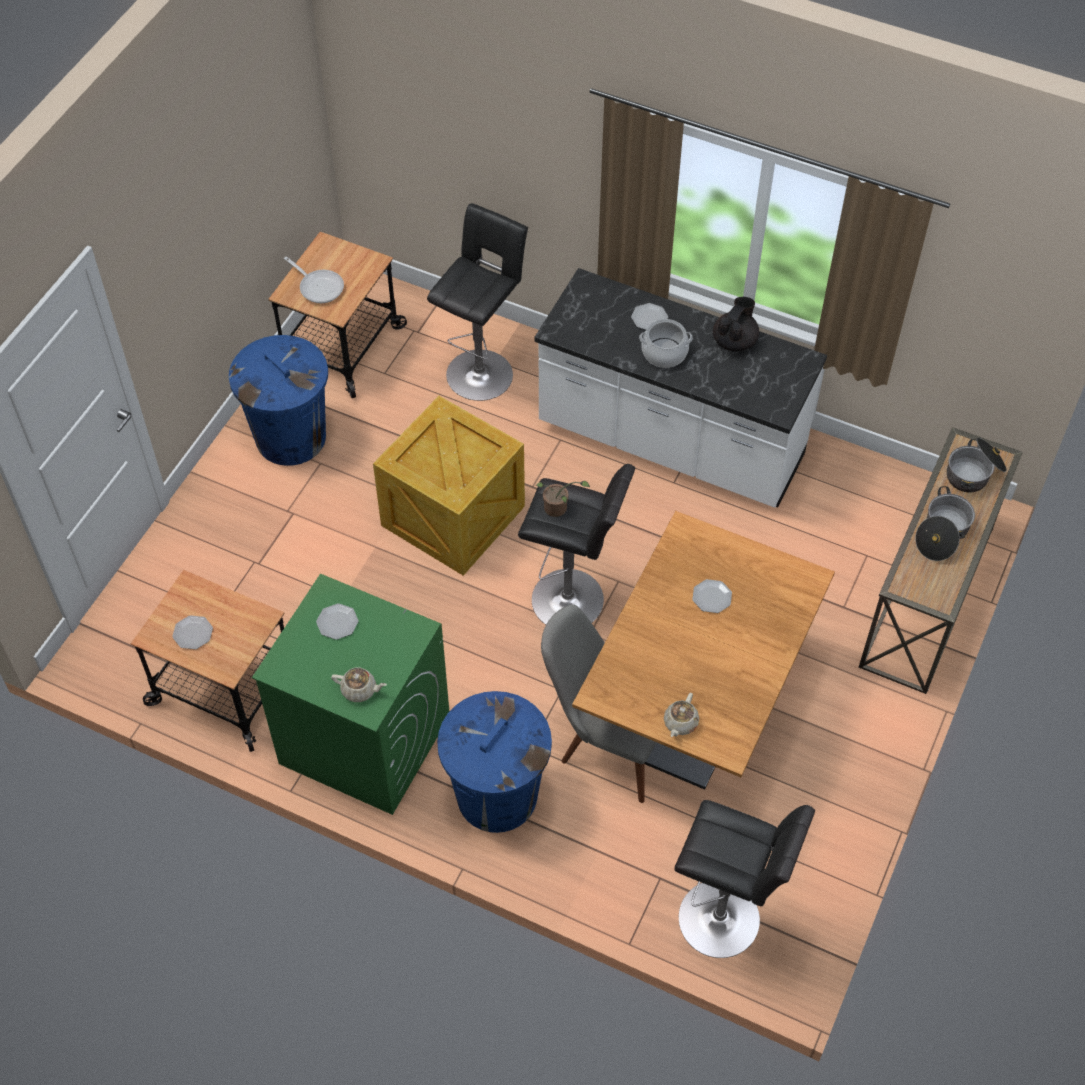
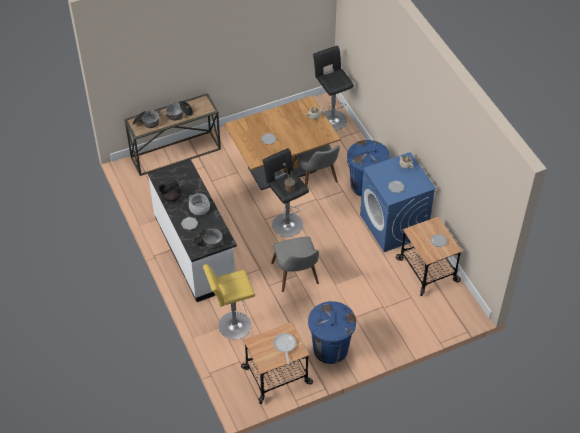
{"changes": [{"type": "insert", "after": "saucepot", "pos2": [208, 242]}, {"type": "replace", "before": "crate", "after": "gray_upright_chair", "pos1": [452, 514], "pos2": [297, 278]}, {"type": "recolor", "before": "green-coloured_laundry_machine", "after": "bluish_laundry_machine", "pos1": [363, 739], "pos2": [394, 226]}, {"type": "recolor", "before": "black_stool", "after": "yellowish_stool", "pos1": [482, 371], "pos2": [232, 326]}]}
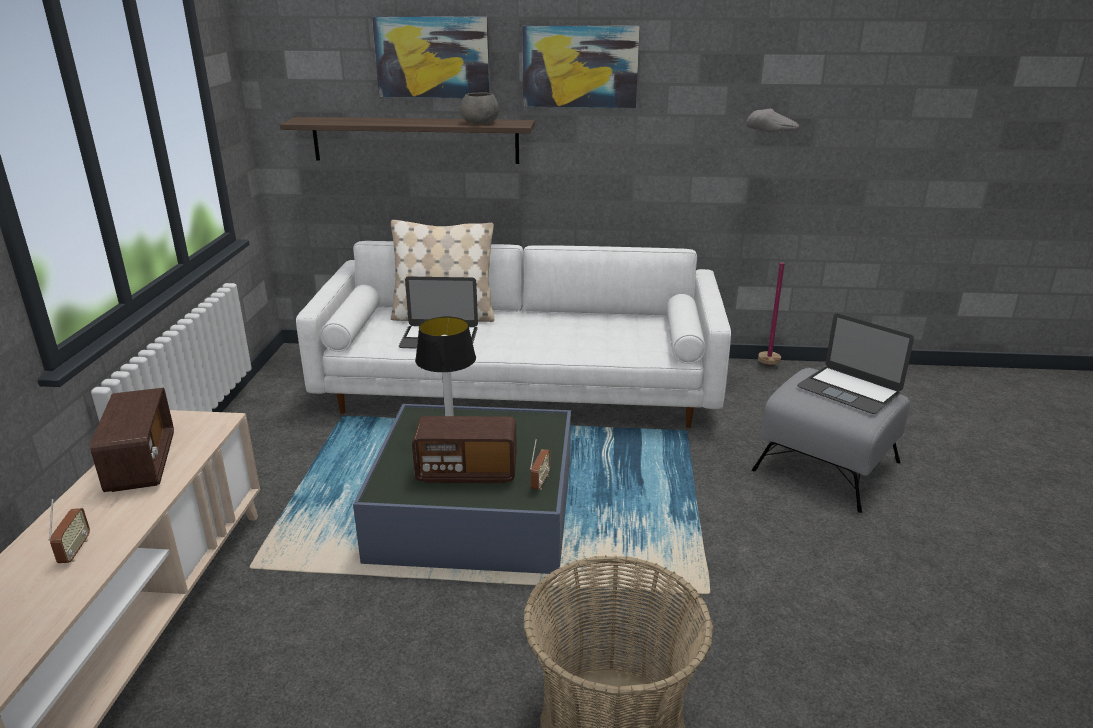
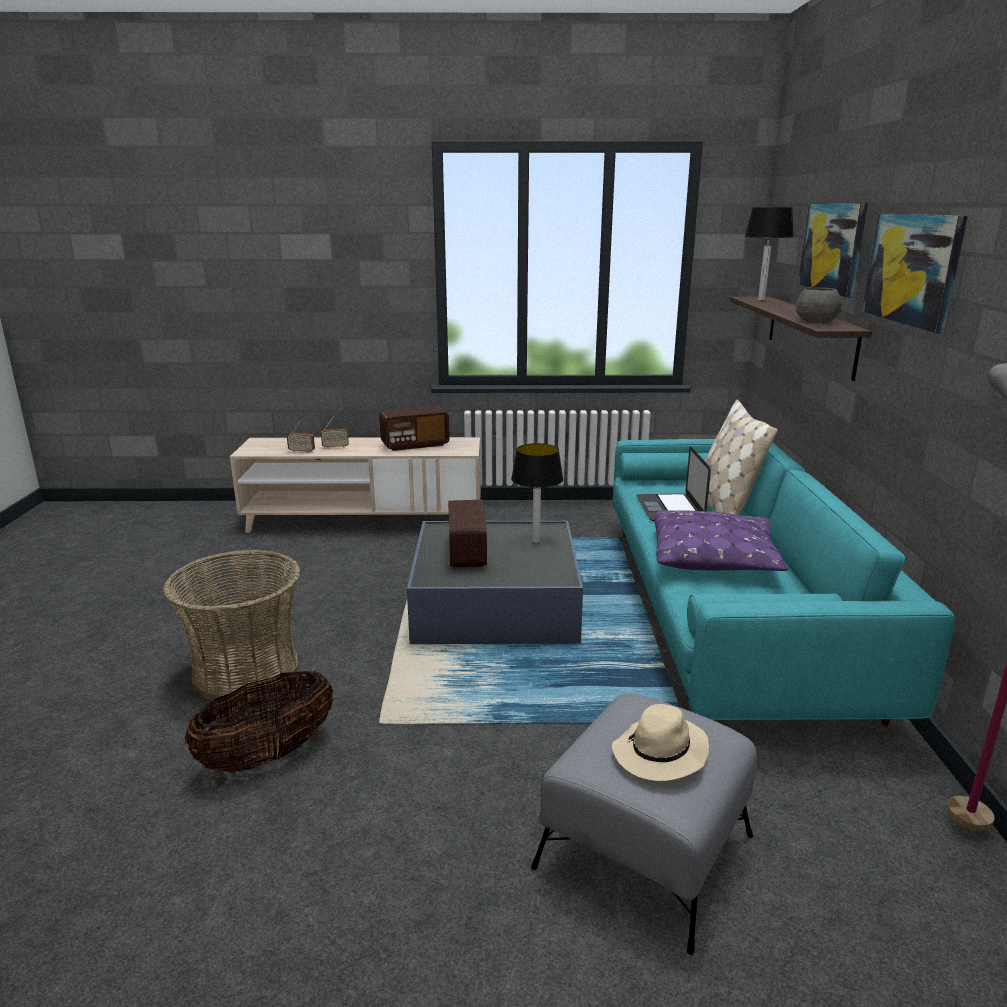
{"changes": [{"type": "insert", "after": "storage_basket", "pos2": [268, 755]}, {"type": "insert", "after": "purple_throw_pillow", "pos2": [714, 557]}, {"type": "insert", "after": "tabletop_lamp", "pos2": [761, 300]}, {"type": "move", "before": "radio_set", "pos1": [540, 482], "pos2": [301, 451]}, {"type": "replace", "before": "laptop", "after": "beige-coloured_hat", "pos1": [849, 390], "pos2": [660, 754]}, {"type": "recolor", "before": "whitish_settee", "after": "turquoise_settee", "pos1": [520, 387], "pos2": [726, 610]}]}
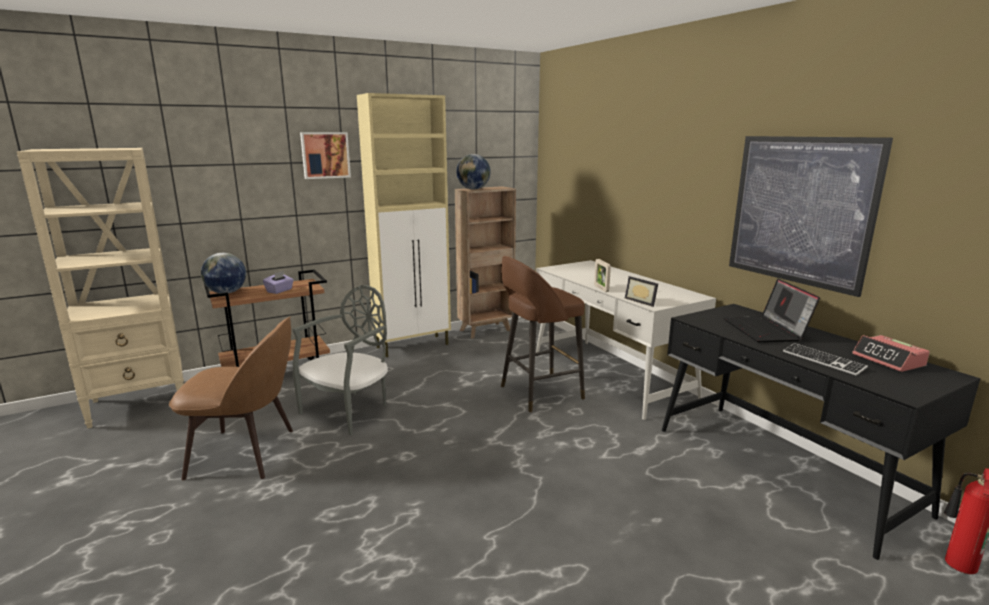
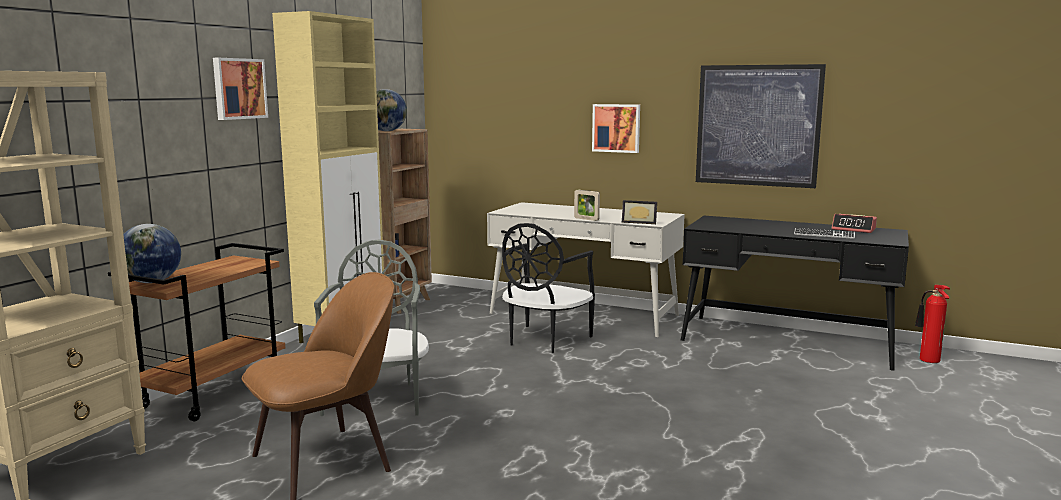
{"changes": [{"type": "delete", "before": "purple_tissue_box", "pos1": [280, 291]}, {"type": "delete", "before": "laptop", "pos1": [766, 330]}, {"type": "insert", "after": "wall_picture", "pos2": [616, 128]}, {"type": "replace", "before": "brown-coloured_stool", "after": "black_upright_chair", "pos1": [539, 393], "pos2": [544, 340]}]}
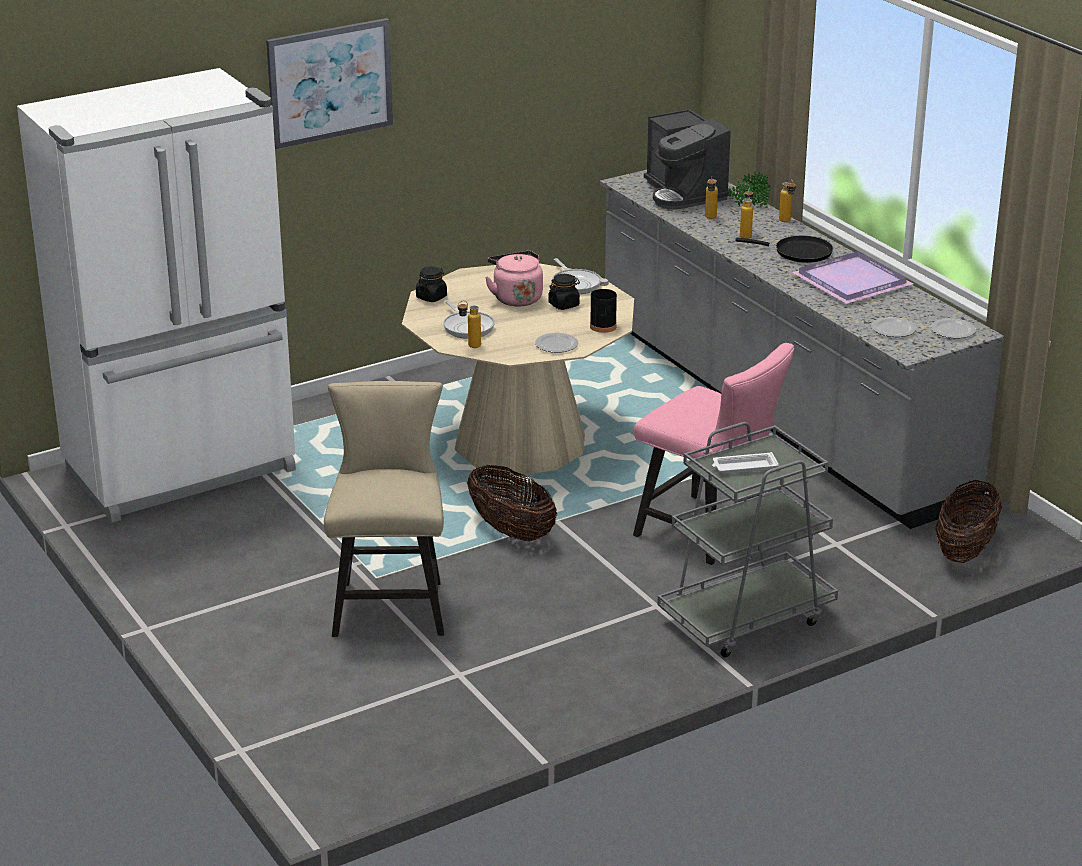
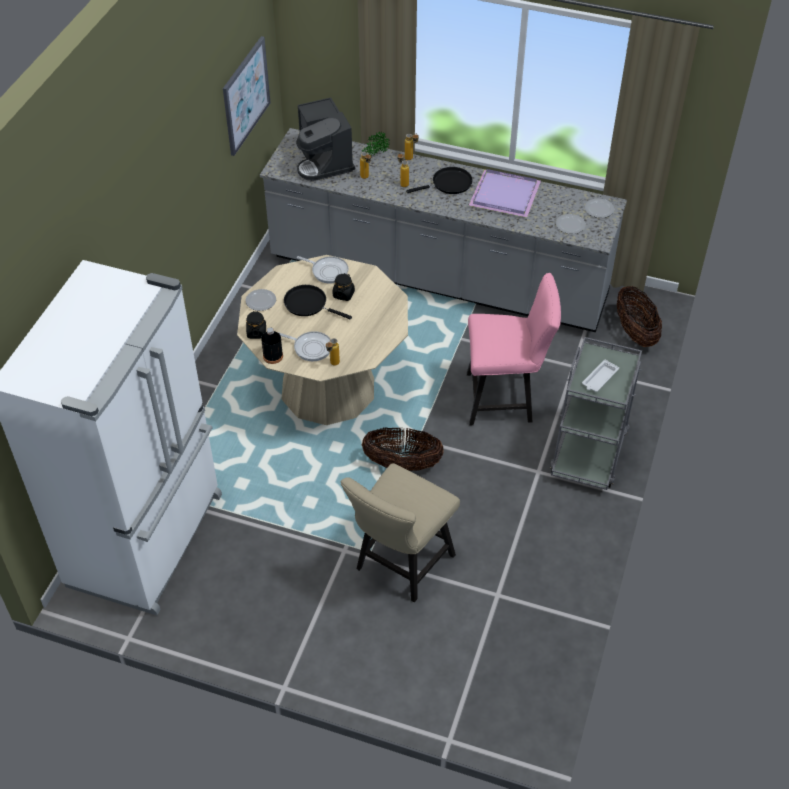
{"changes": [{"type": "move", "before": "wall_picture", "pos1": [330, 82], "pos2": [246, 95]}, {"type": "move", "before": "dinner_plate", "pos1": [556, 344], "pos2": [260, 301]}, {"type": "move", "before": "black_bottle", "pos1": [603, 326], "pos2": [273, 356]}, {"type": "replace", "before": "pink_tea_kettle", "after": "black_skillet", "pos1": [516, 298], "pos2": [308, 304]}, {"type": "rotate", "before": "beige-coloured_upright_chair", "pos1": [390, 603], "pos2": [400, 566], "turn": -105}, {"type": "rotate", "before": "coffee_maker", "pos1": [684, 193], "pos2": [324, 161], "turn": 45}]}
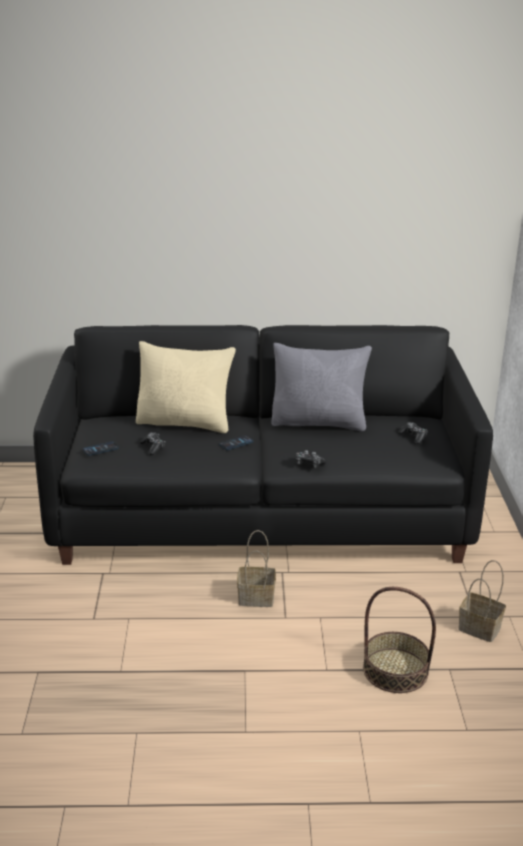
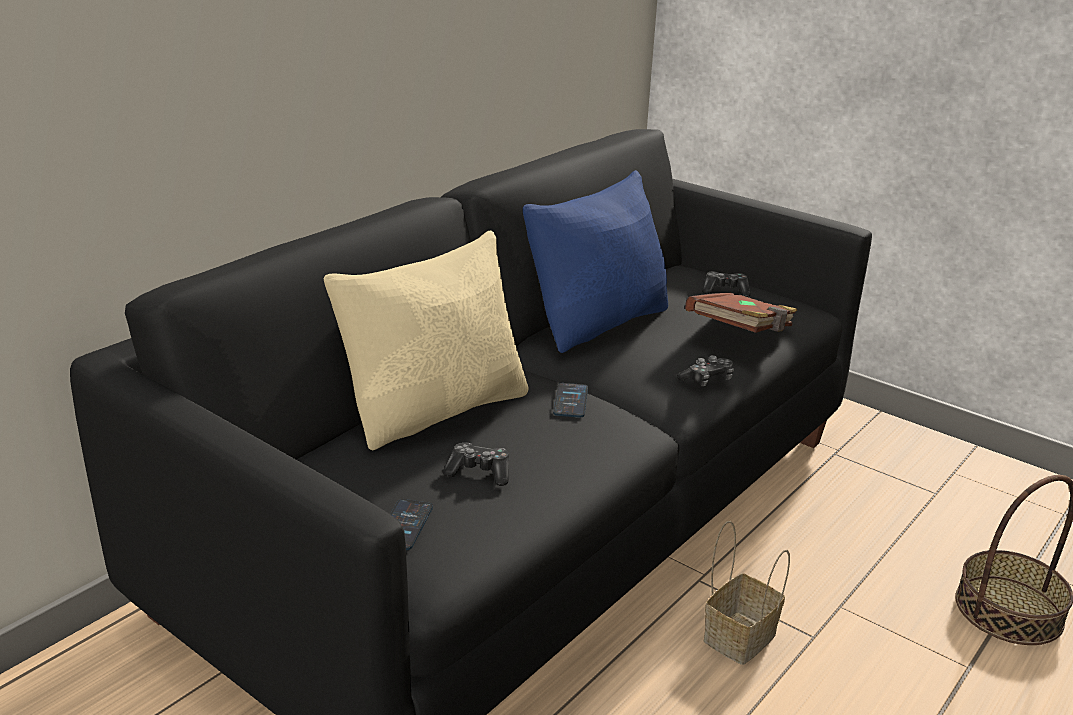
{"changes": [{"type": "delete", "before": "storage_basket", "pos1": [481, 628]}, {"type": "insert", "after": "brown-coloured_volume", "pos2": [741, 334]}, {"type": "recolor", "before": "gray_throw_pillow", "after": "bluish_throw_pillow", "pos1": [319, 422], "pos2": [599, 323]}]}
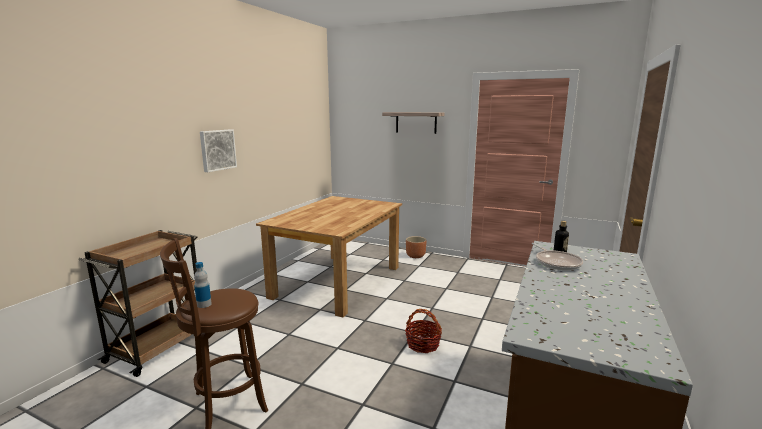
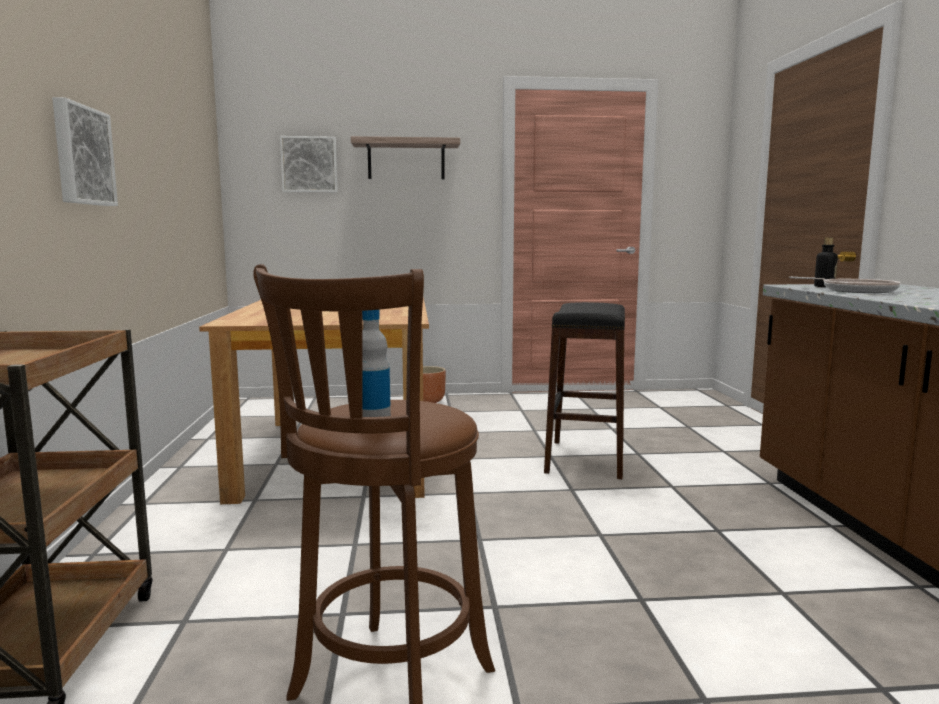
{"changes": [{"type": "delete", "before": "storage_basket", "pos1": [423, 344]}, {"type": "insert", "after": "wall_picture", "pos2": [309, 164]}, {"type": "insert", "after": "black_stool", "pos2": [585, 459]}]}
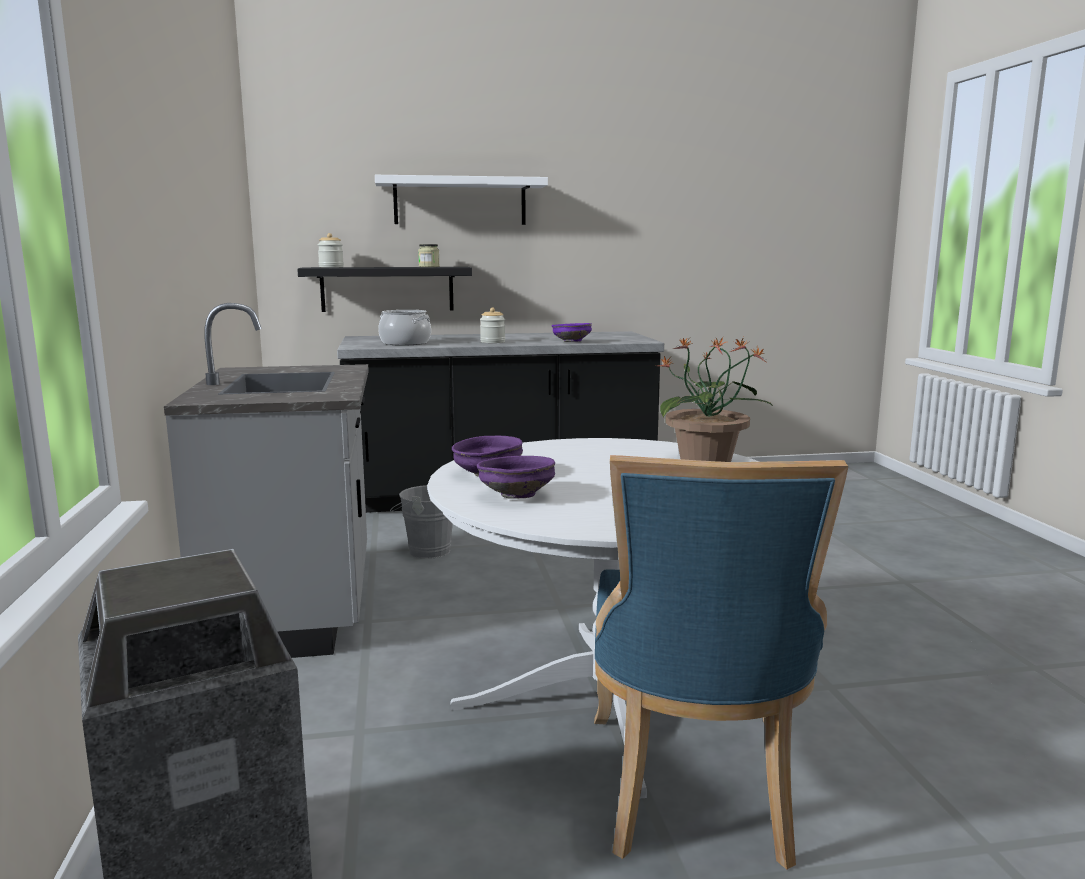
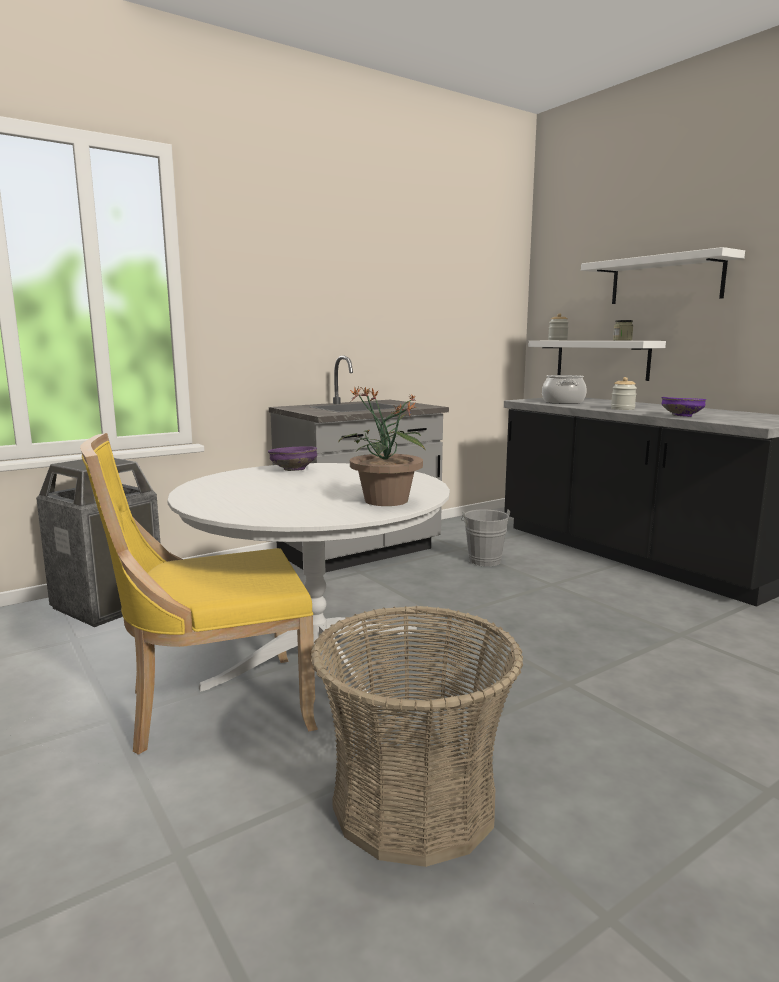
{"changes": [{"type": "delete", "before": "purple_serving_bowl", "pos1": [516, 495]}, {"type": "insert", "after": "storage_basket", "pos2": [414, 802]}, {"type": "recolor", "before": "black_shelf", "after": "whitish_shelf", "pos1": [387, 289], "pos2": [602, 359]}, {"type": "recolor", "before": "bluish_upright_chair", "after": "yellowish_upright_chair", "pos1": [693, 792], "pos2": [213, 706]}]}
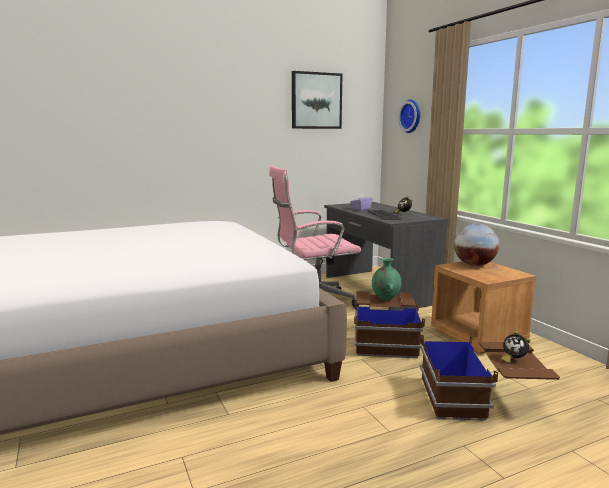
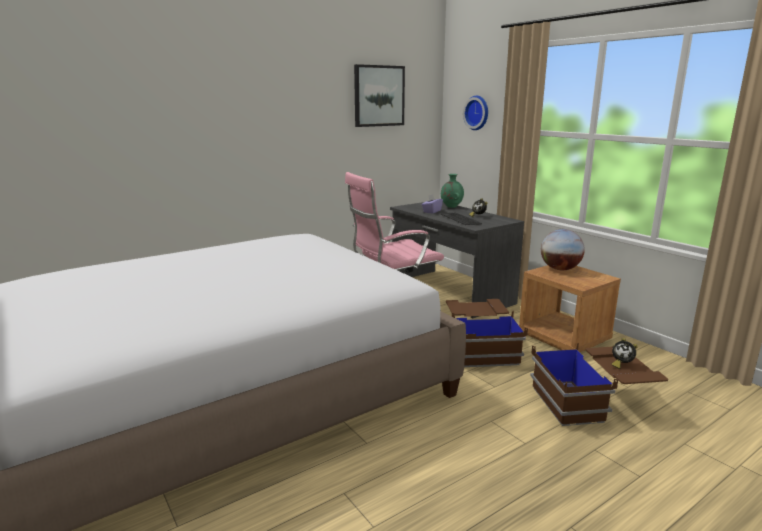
{"changes": [{"type": "move", "before": "green-coloured_decorative_vase", "pos1": [385, 299], "pos2": [451, 207]}]}
